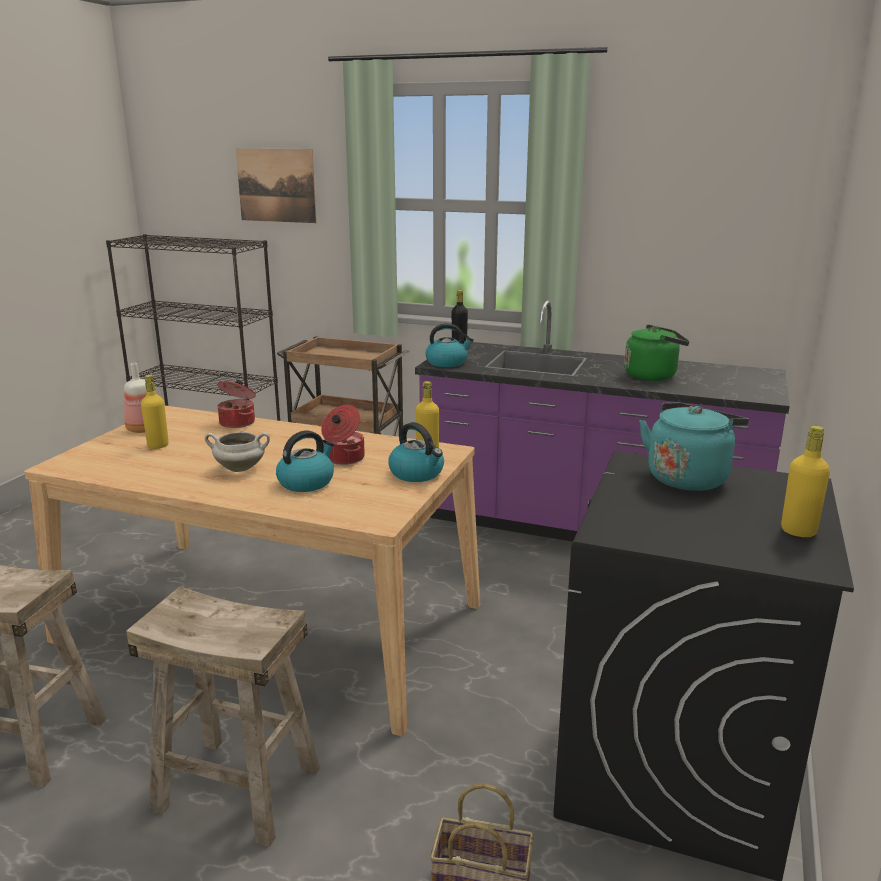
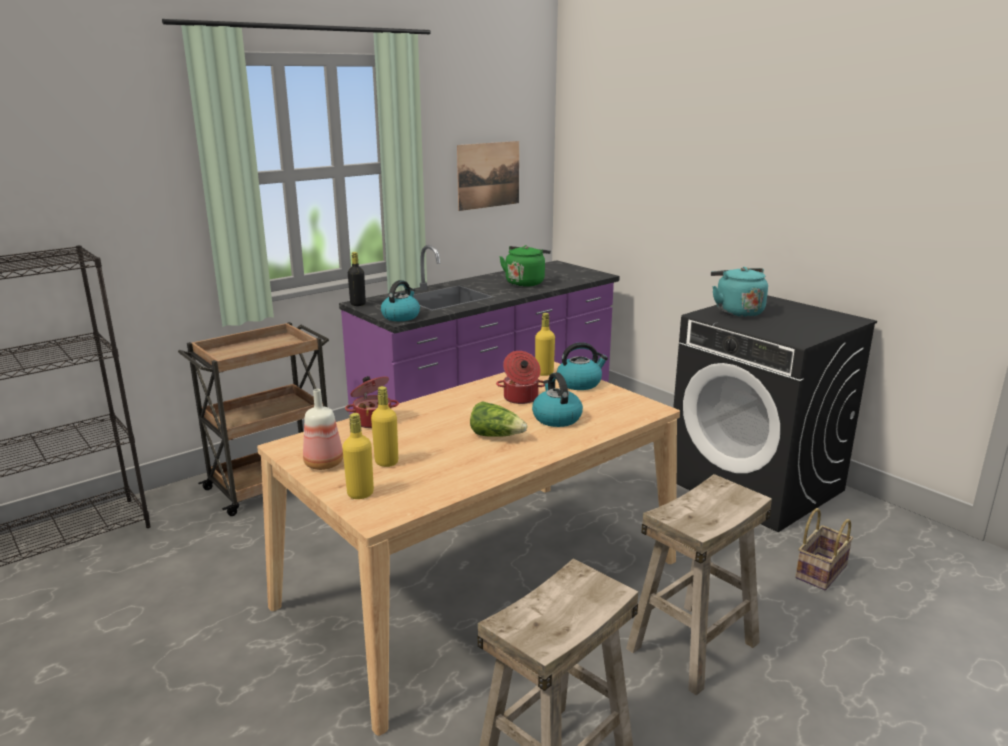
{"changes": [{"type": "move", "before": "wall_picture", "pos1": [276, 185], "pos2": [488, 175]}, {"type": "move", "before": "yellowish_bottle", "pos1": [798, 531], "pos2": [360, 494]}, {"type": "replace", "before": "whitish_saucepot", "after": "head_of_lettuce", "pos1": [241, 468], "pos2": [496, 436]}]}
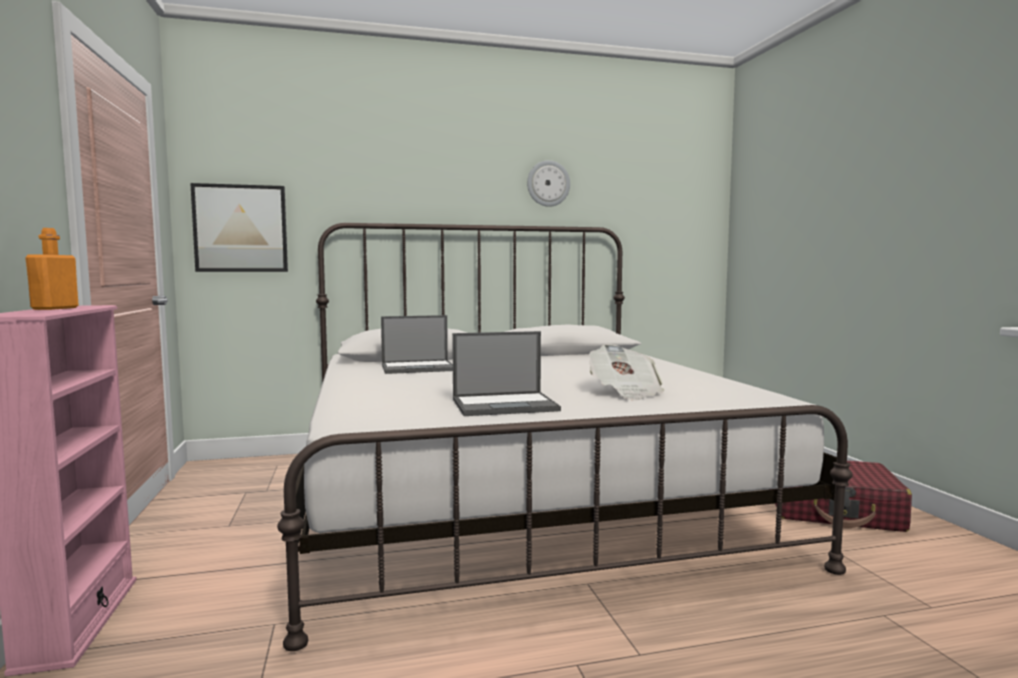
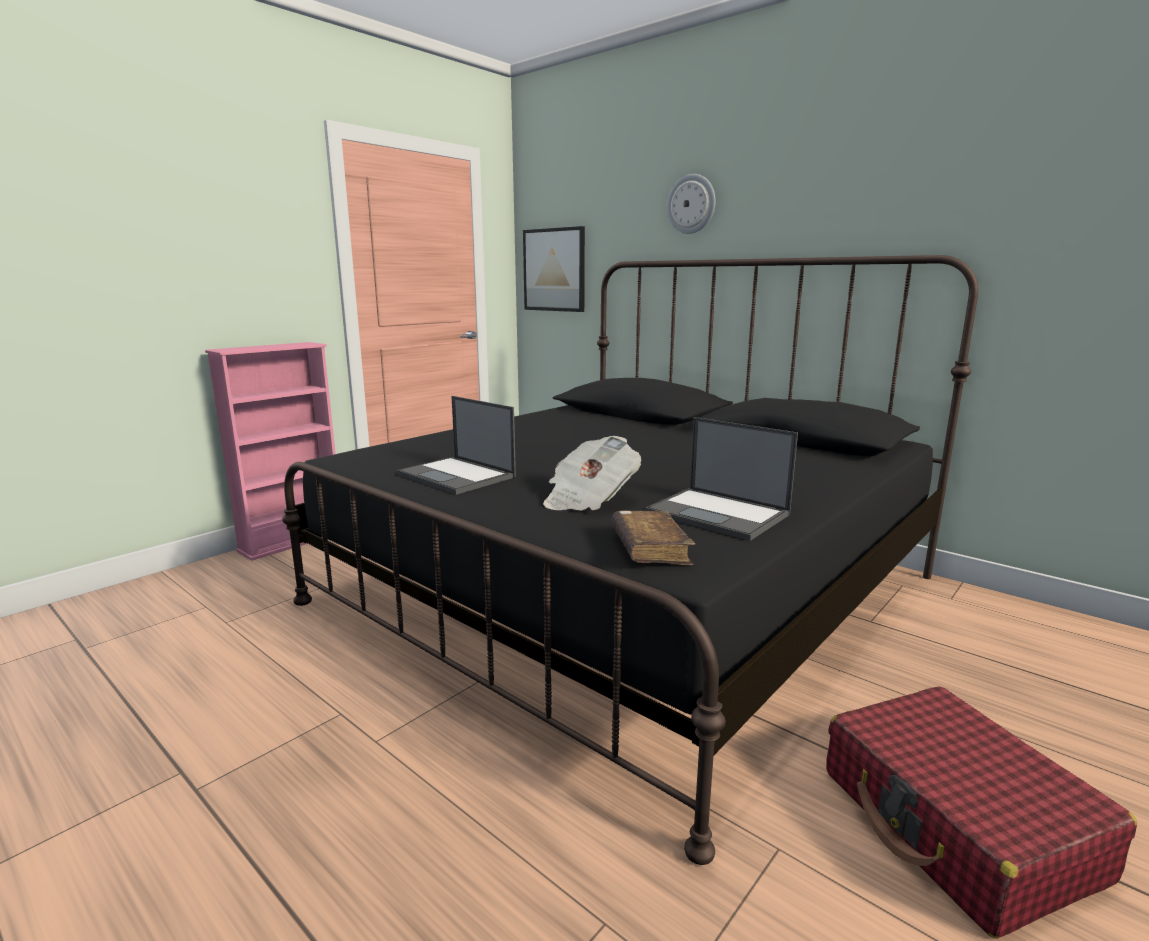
{"changes": [{"type": "delete", "before": "orange-coloured_bottle", "pos1": [55, 308]}, {"type": "insert", "after": "brown-coloured_volume", "pos2": [650, 549]}, {"type": "move", "before": "laptop", "pos1": [419, 368], "pos2": [719, 514]}, {"type": "move", "before": "hanging_clock", "pos1": [548, 183], "pos2": [691, 204]}, {"type": "recolor", "before": "whitish_bed", "after": "black_bed", "pos1": [518, 498], "pos2": [627, 589]}]}
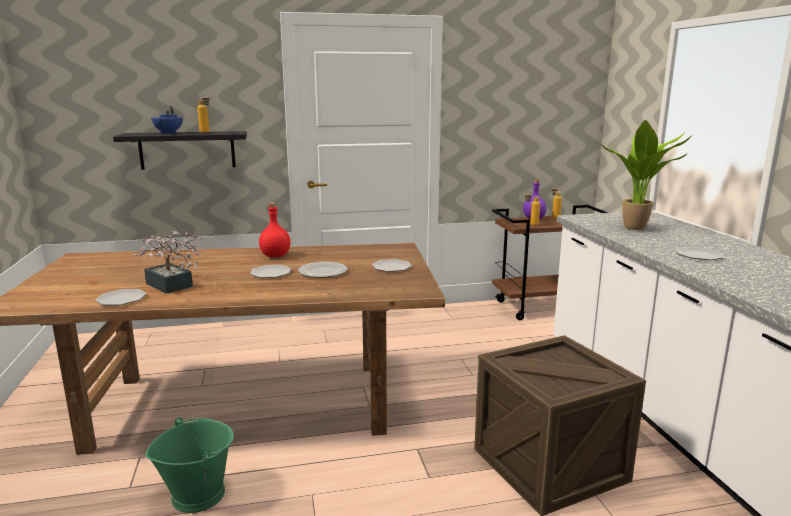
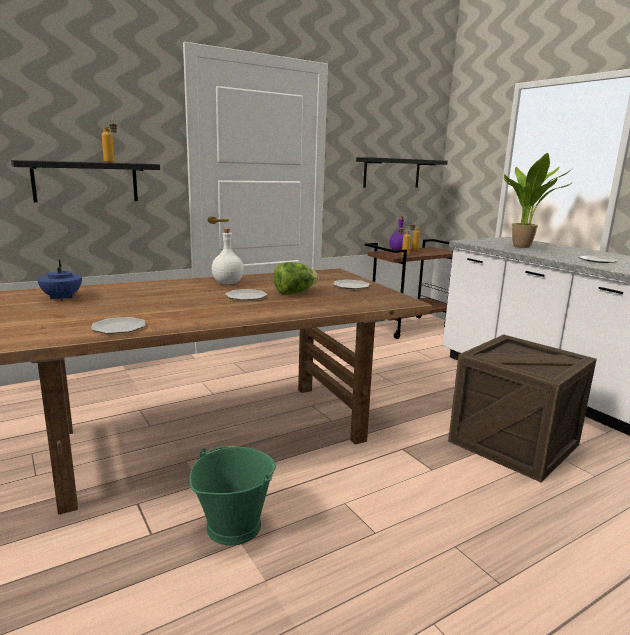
{"changes": [{"type": "delete", "before": "houseplant", "pos1": [171, 286]}, {"type": "insert", "after": "black_shelf", "pos2": [392, 173]}, {"type": "move", "before": "bluish_tea_pot", "pos1": [168, 133], "pos2": [61, 298]}, {"type": "replace", "before": "dinner_plate", "after": "head_of_lettuce", "pos1": [322, 272], "pos2": [294, 293]}, {"type": "recolor", "before": "red_bottle", "after": "whitish_bottle", "pos1": [275, 256], "pos2": [227, 283]}]}
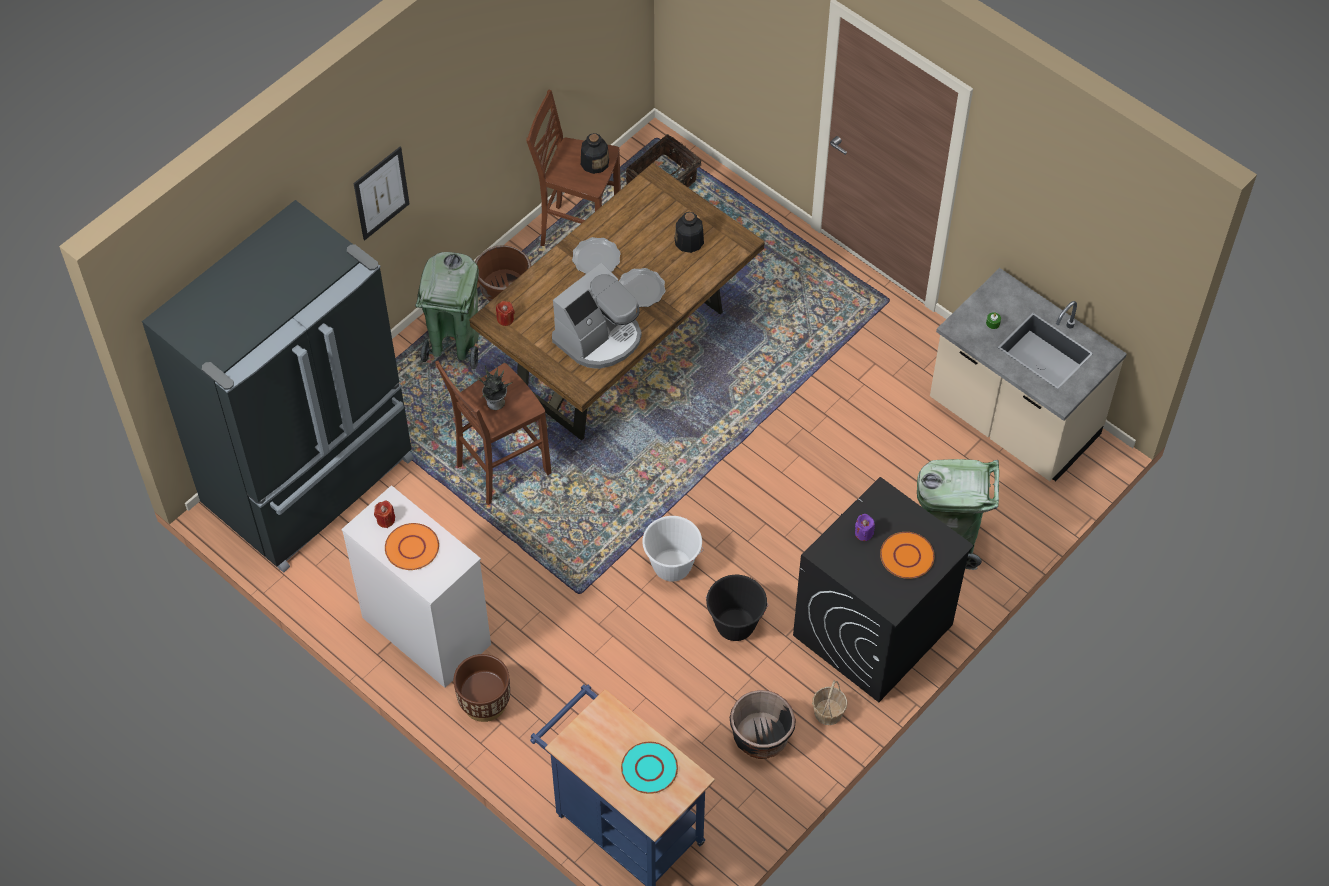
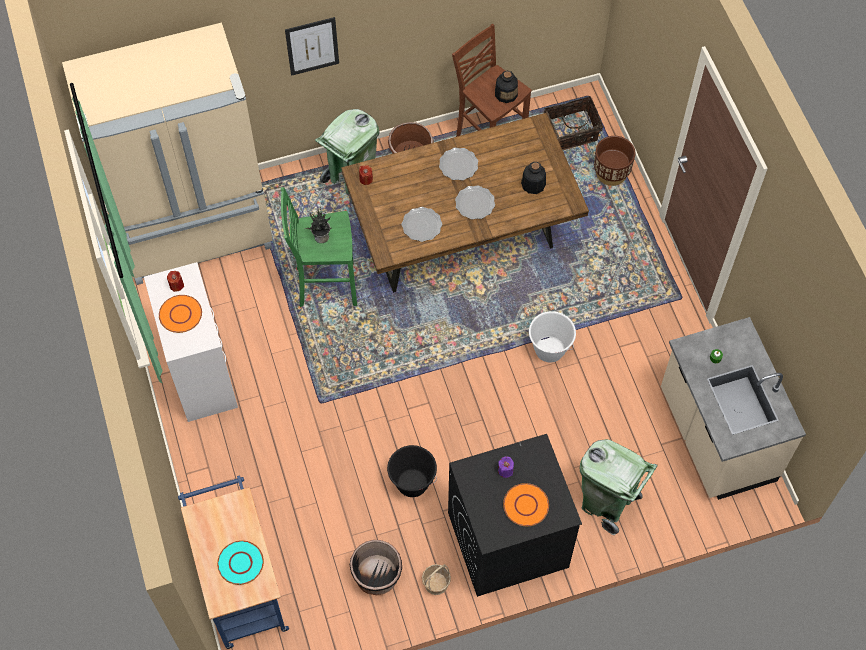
{"changes": [{"type": "move", "before": "brown-coloured_flower_pot", "pos1": [484, 702], "pos2": [611, 173]}, {"type": "move", "before": "whitish_water_bucket", "pos1": [672, 566], "pos2": [549, 350]}, {"type": "replace", "before": "coffee_maker", "after": "dinner_plate", "pos1": [599, 338], "pos2": [422, 225]}, {"type": "recolor", "before": "black_refrigerator", "after": "beige-coloured_refrigerator", "pos1": [312, 483], "pos2": [195, 232]}, {"type": "recolor", "before": "brown-coloured_stool", "after": "green-coloured_stool", "pos1": [500, 469], "pos2": [325, 285]}]}
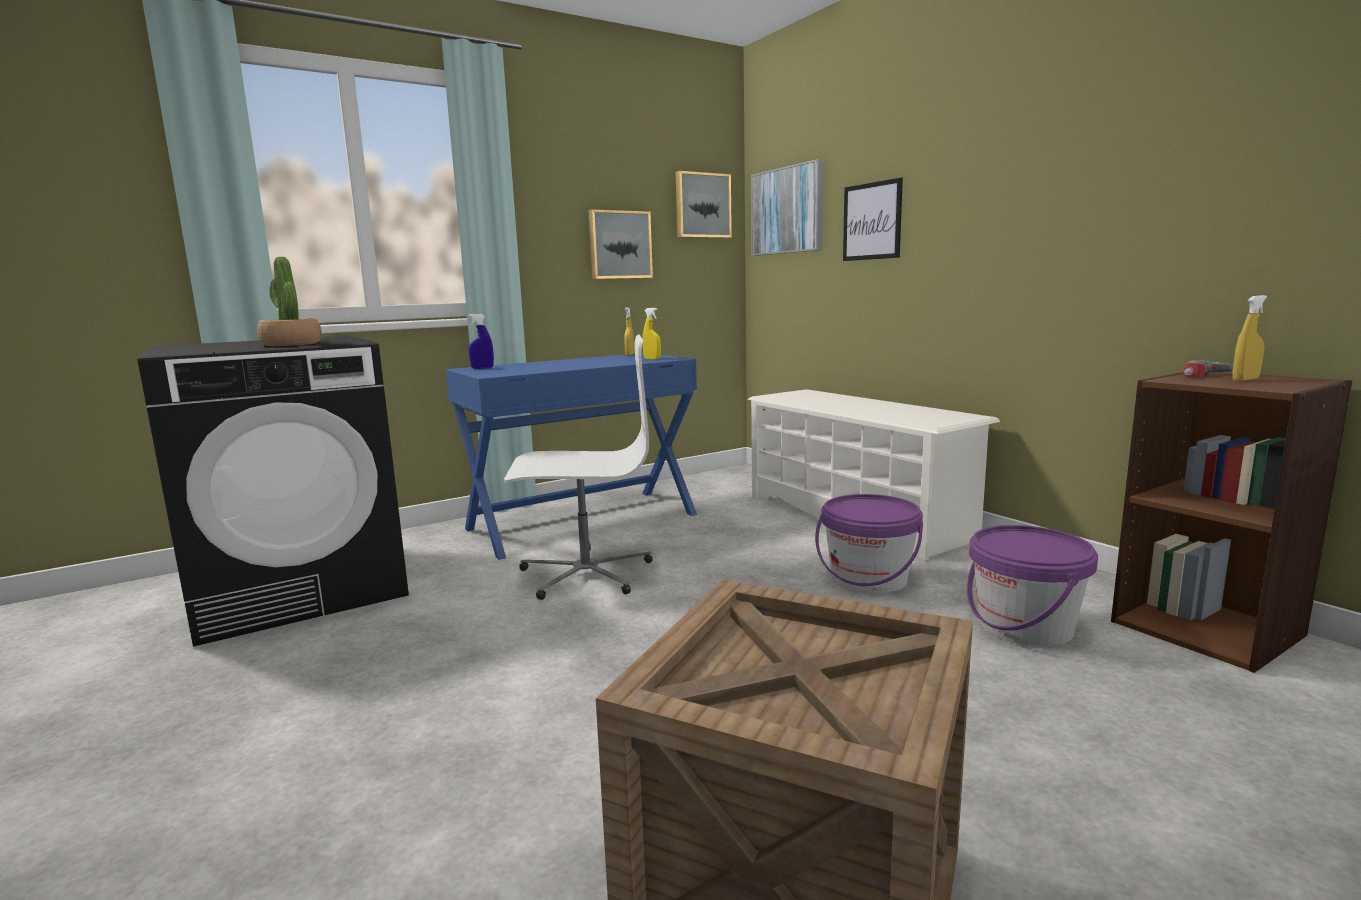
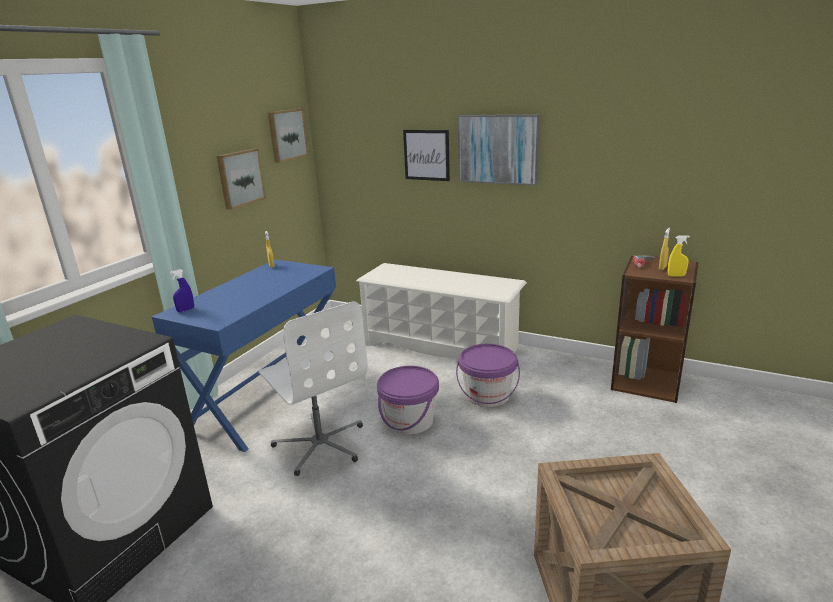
{"changes": [{"type": "delete", "before": "houseplant", "pos1": [291, 344]}, {"type": "move", "before": "yellowish_sprayer", "pos1": [652, 359], "pos2": [676, 276]}, {"type": "move", "before": "wall_picture", "pos1": [787, 210], "pos2": [498, 149]}, {"type": "move", "before": "purple_water_bucket", "pos1": [1024, 626], "pos2": [410, 421]}, {"type": "rotate", "before": "whitish_desk_chair", "pos1": [585, 573], "pos2": [320, 444], "turn": 90}]}
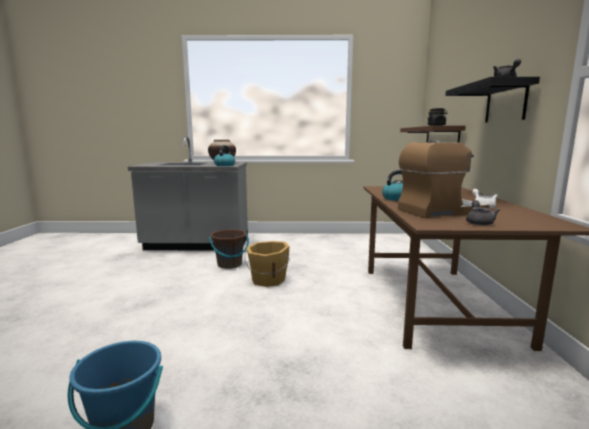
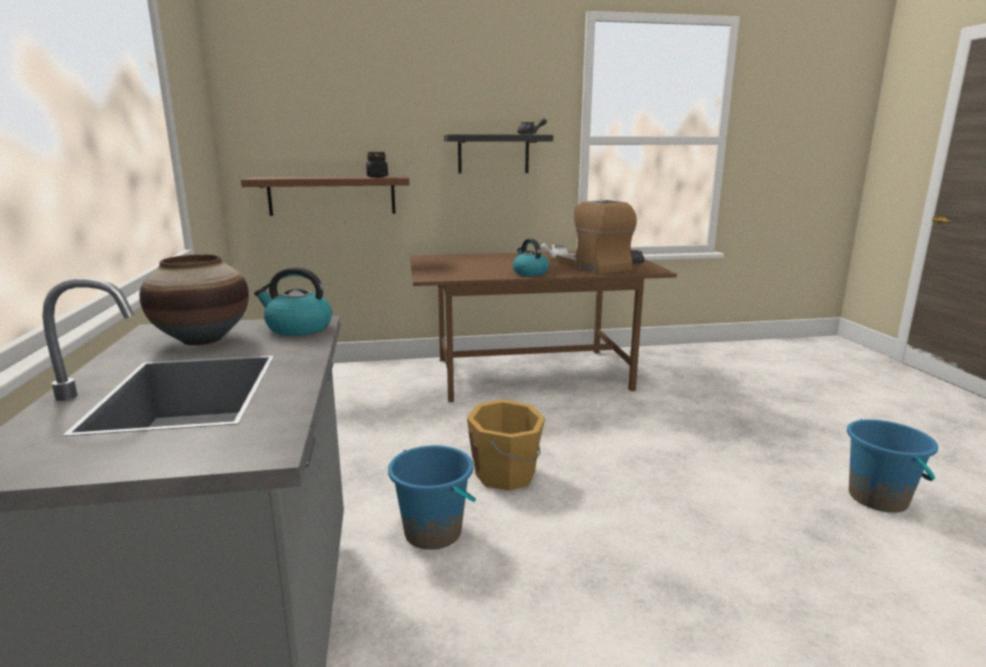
{"changes": [{"type": "recolor", "before": "brown-coloured_water_bucket", "after": "bluish_water_bucket", "pos1": [229, 264], "pos2": [433, 532]}]}
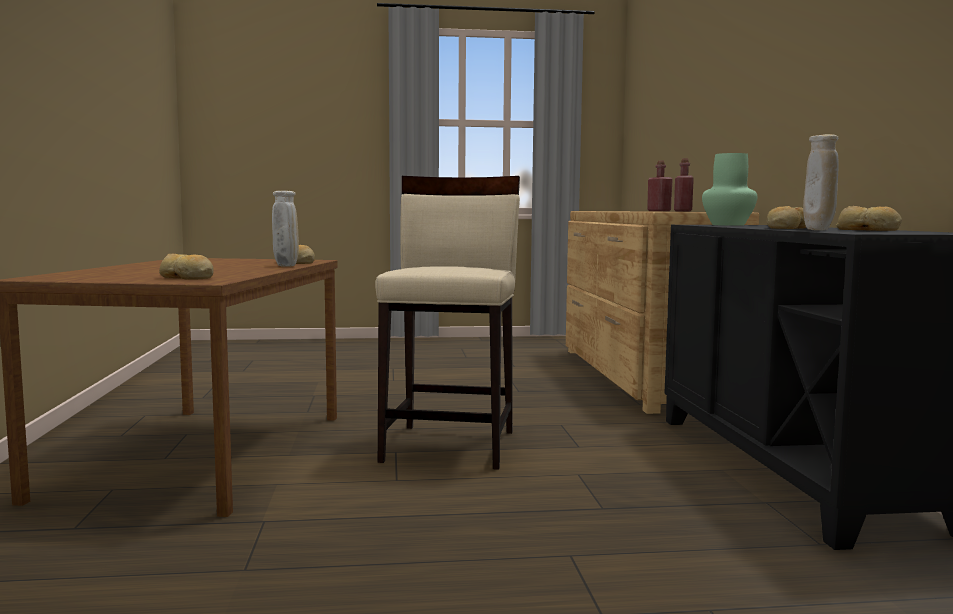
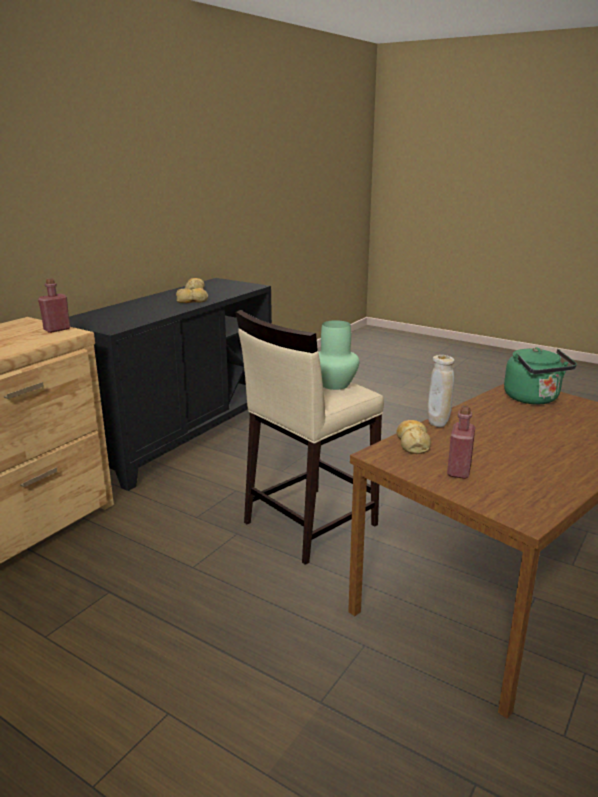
{"changes": [{"type": "delete", "before": "beige-coloured_decorative_vase", "pos1": [818, 230]}, {"type": "move", "before": "red_bottle", "pos1": [659, 211], "pos2": [459, 471]}, {"type": "move", "before": "green-coloured_decorative_vase", "pos1": [727, 225], "pos2": [335, 385]}, {"type": "replace", "before": "bread", "after": "green-coloured_tea_kettle", "pos1": [187, 277], "pos2": [533, 399]}]}
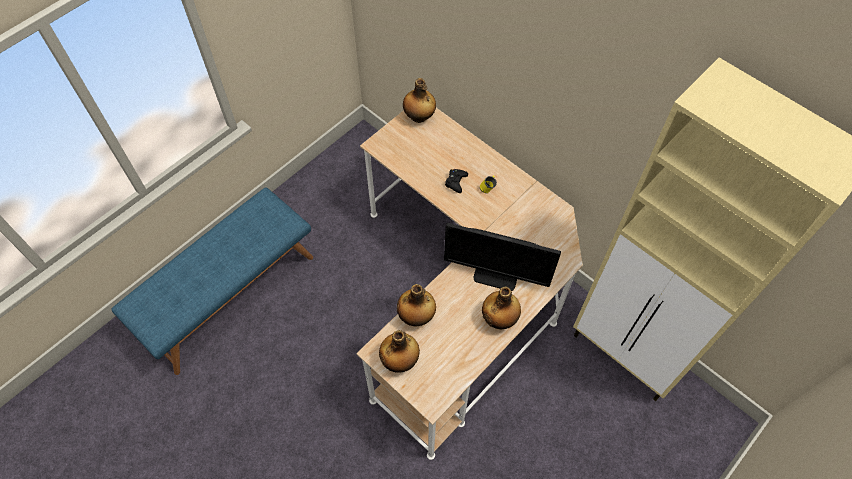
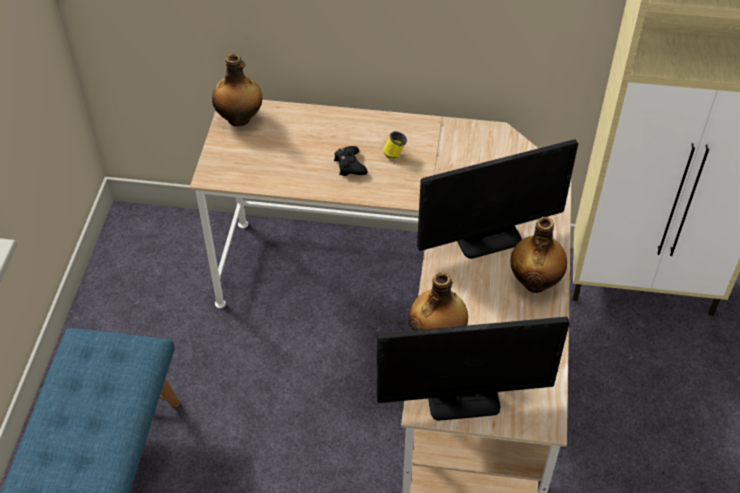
{"changes": [{"type": "replace", "before": "bottle", "after": "computer_screen", "pos1": [400, 360], "pos2": [463, 398]}]}
